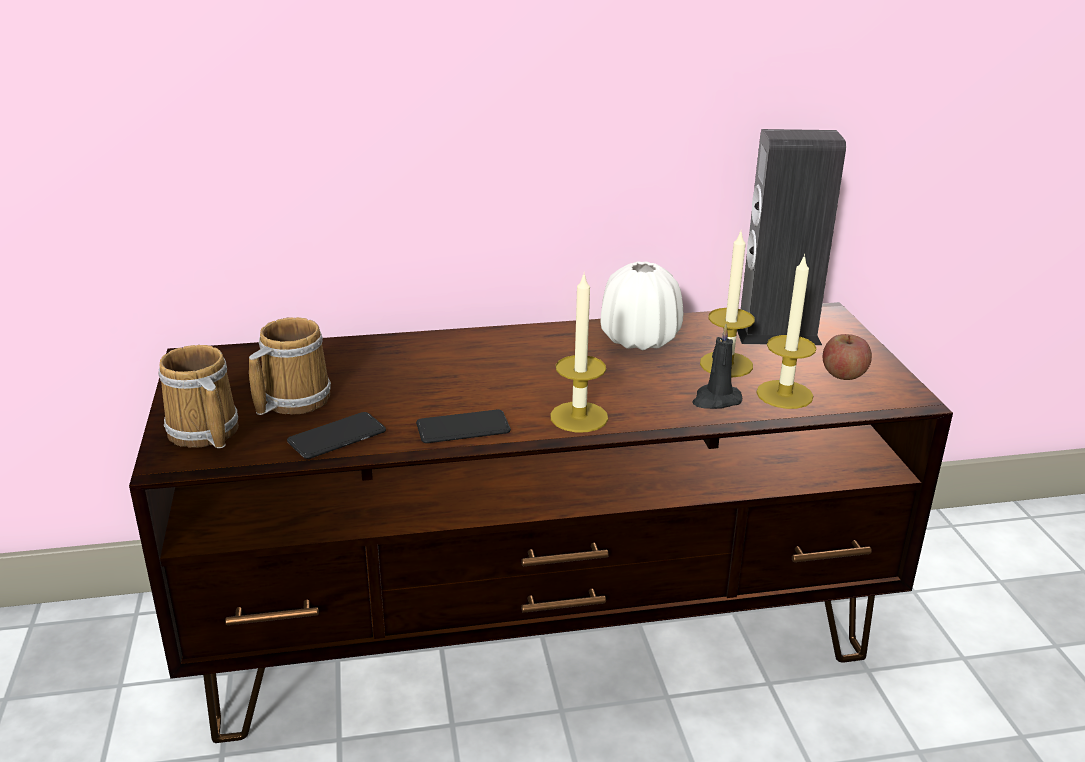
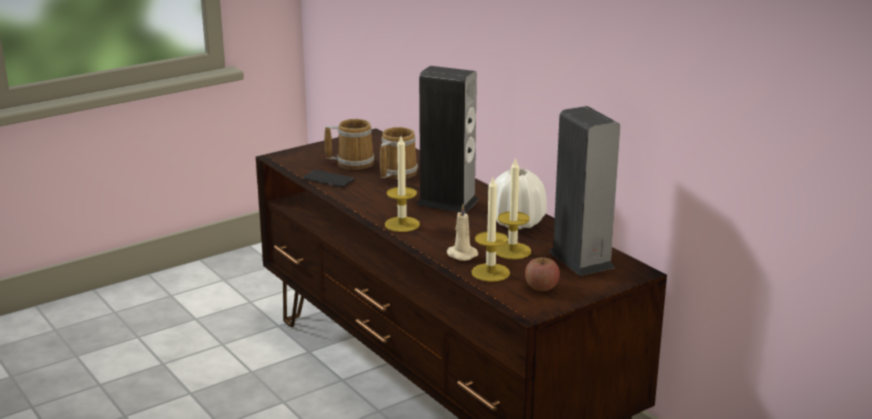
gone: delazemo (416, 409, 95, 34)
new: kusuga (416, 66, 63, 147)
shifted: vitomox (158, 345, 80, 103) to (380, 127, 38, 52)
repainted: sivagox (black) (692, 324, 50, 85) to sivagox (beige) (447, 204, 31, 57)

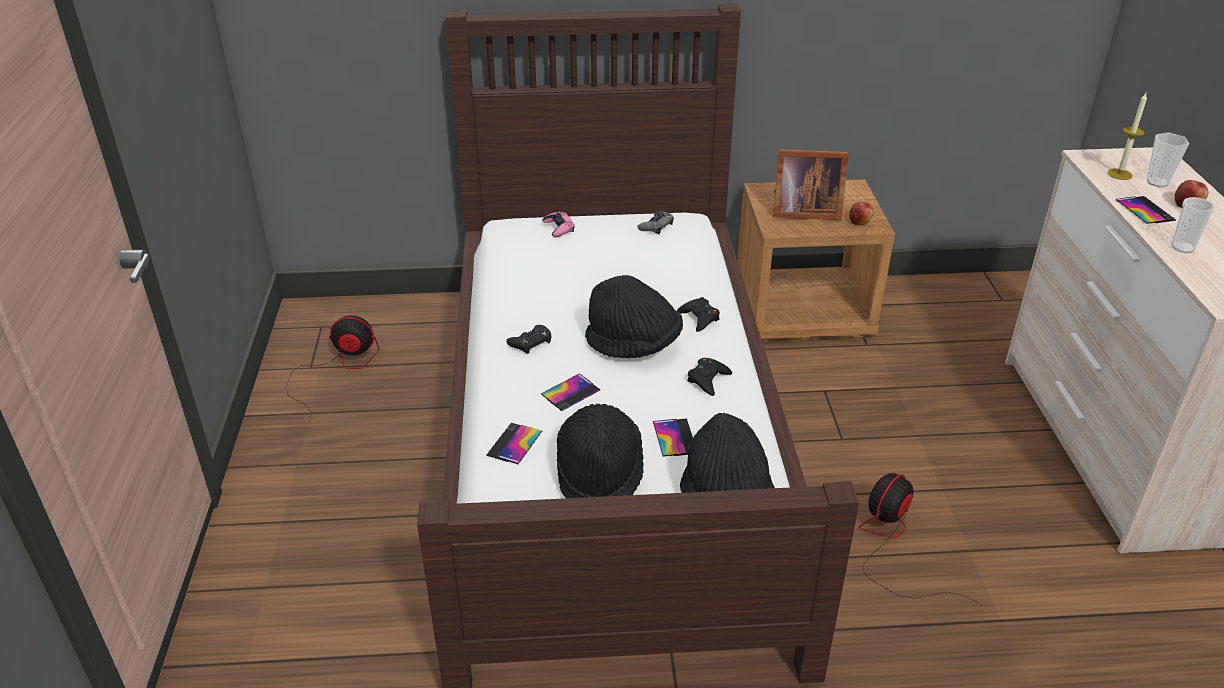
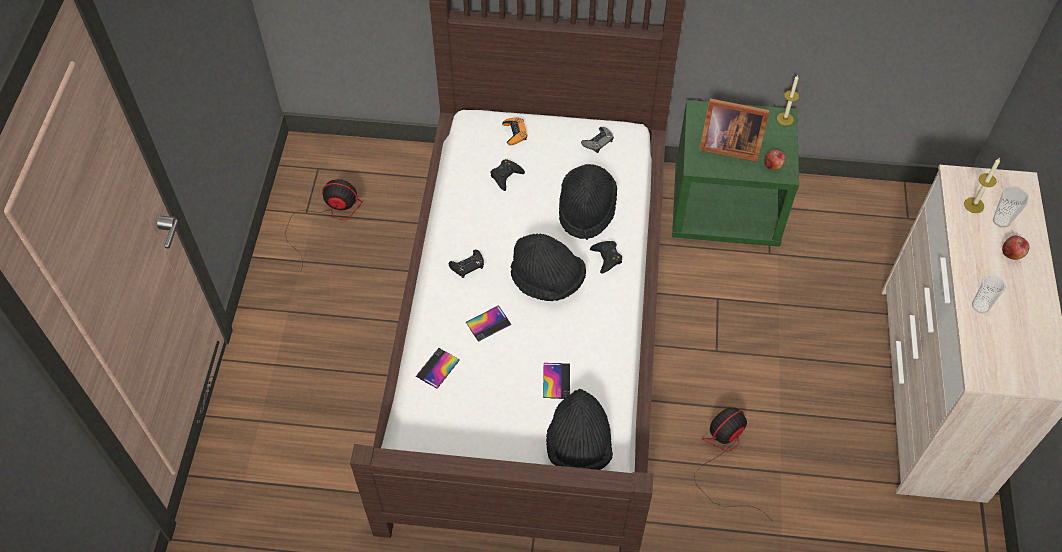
gone: delazemo (1116, 196, 60, 28)
new: sivagox (777, 75, 22, 51)
shifted: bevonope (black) (687, 358, 45, 38) to (490, 159, 35, 32); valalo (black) (557, 404, 87, 94) to (559, 164, 58, 76)
repainted: bevonope (pink) (542, 211, 33, 27) to bevonope (orange) (502, 117, 25, 28); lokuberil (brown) (737, 179, 158, 162) to lokuberil (green) (672, 100, 127, 147)

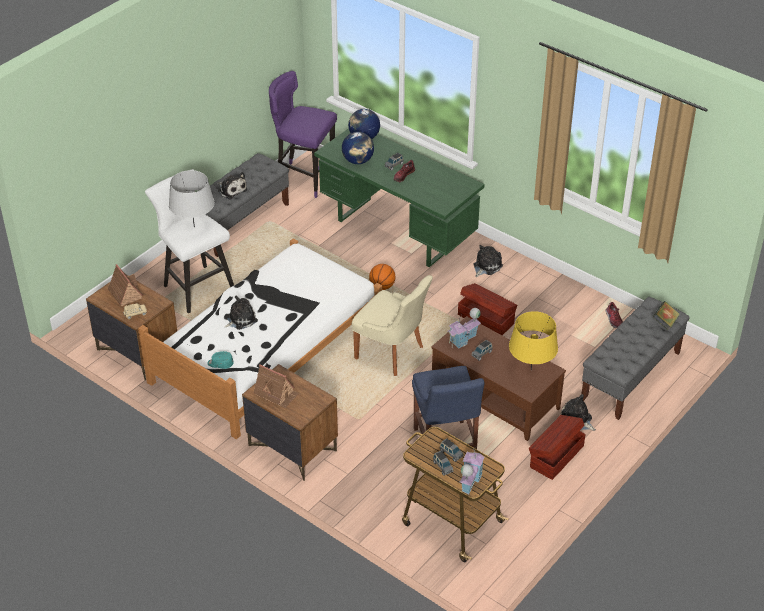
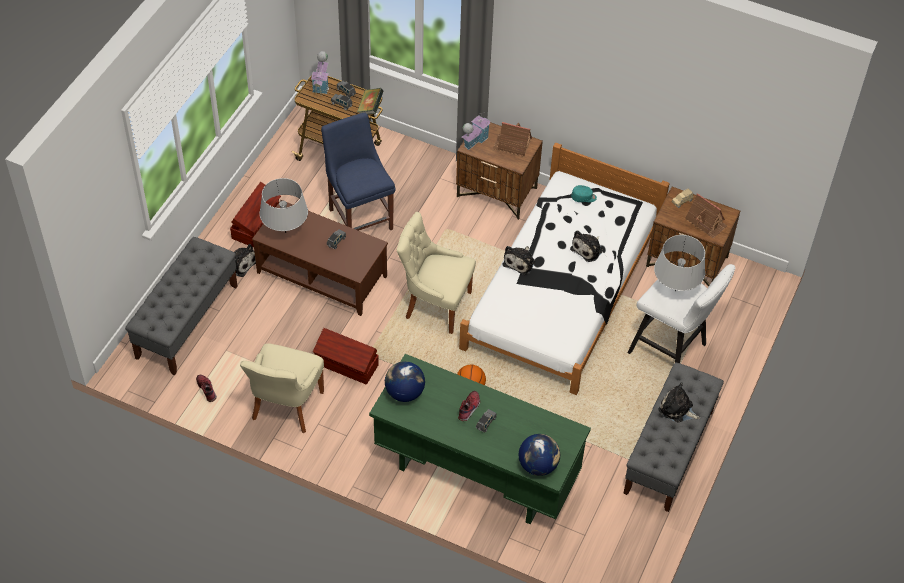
gone: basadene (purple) (269, 71, 68, 127)
new: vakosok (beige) (240, 344, 84, 89)
shifted: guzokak (653, 301, 27, 30) to (357, 88, 26, 27); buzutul (342, 132, 32, 32) to (385, 361, 40, 41); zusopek (447, 308, 34, 41) to (462, 113, 29, 37); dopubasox (473, 245, 30, 32) to (503, 246, 32, 29)
repainted: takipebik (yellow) (509, 311, 49, 59) to takipebik (grey) (260, 178, 48, 55)

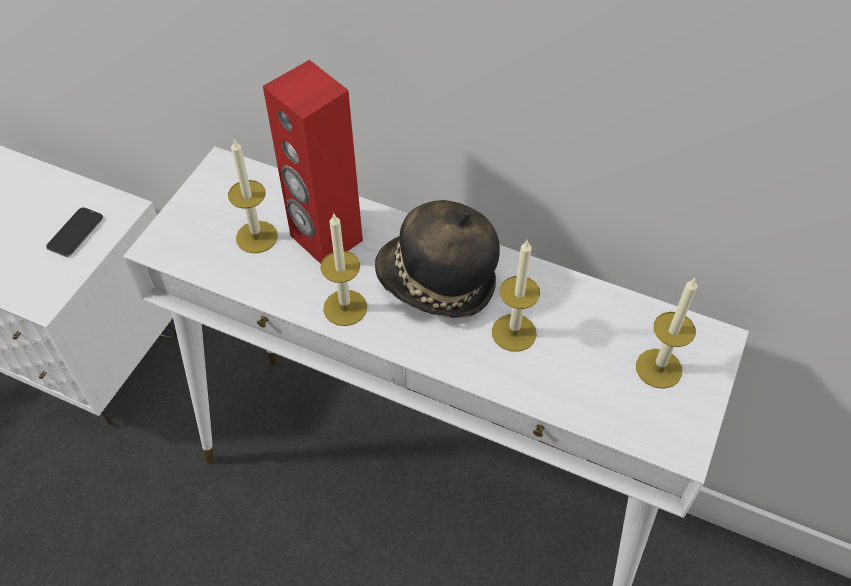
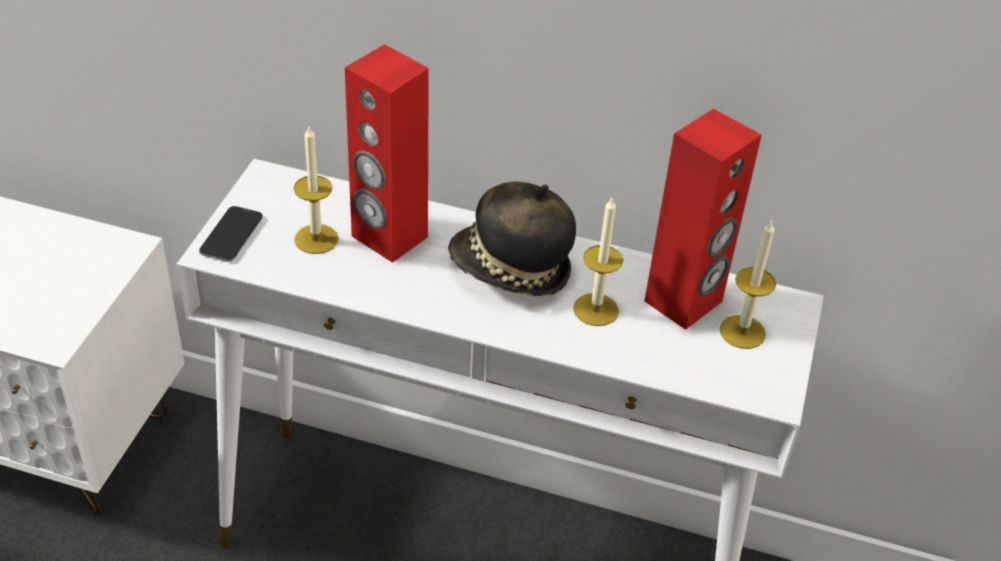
gone: sivagox (320, 214, 47, 112)
new: kusuga (red) (644, 109, 118, 221)
shifted: delazemo (46, 208, 57, 49) to (199, 206, 64, 56)

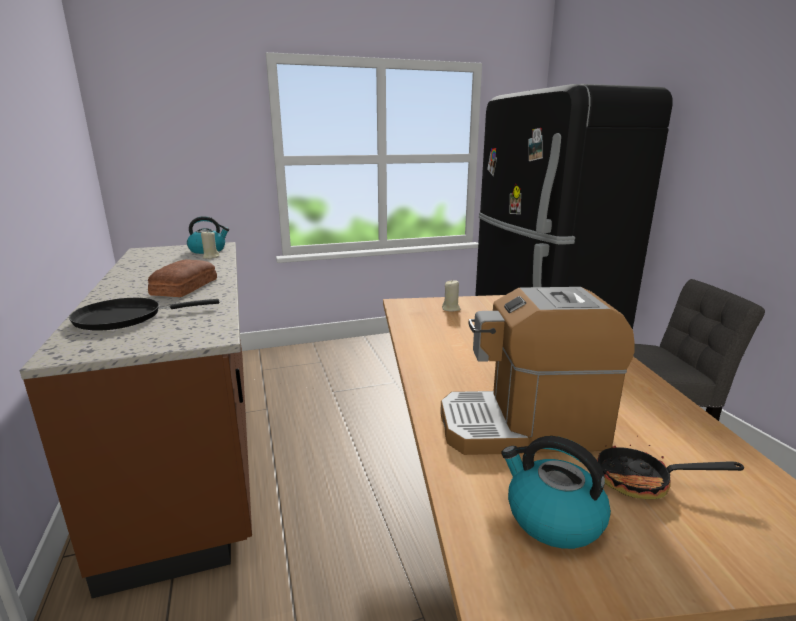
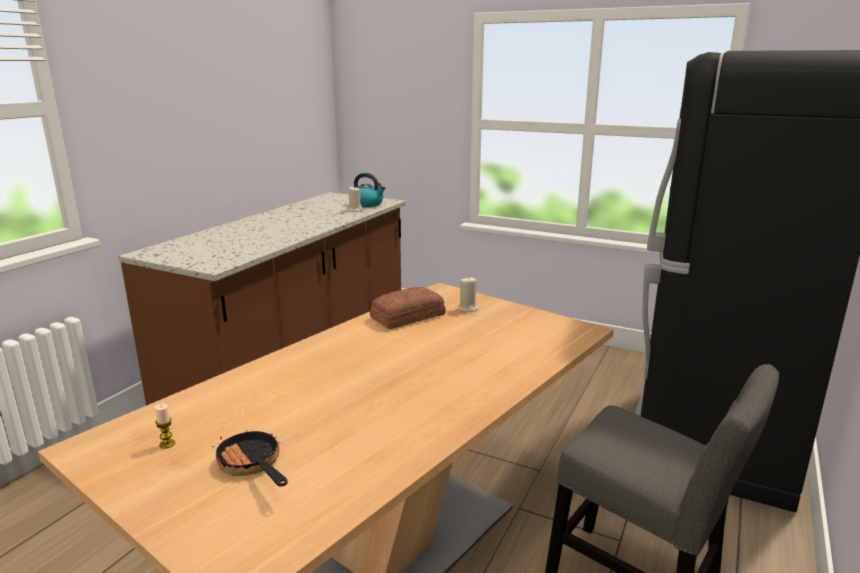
gone: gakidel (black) (69, 298, 150, 33); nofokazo (440, 287, 195, 168)
shifted: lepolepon (148, 259, 69, 38) to (370, 287, 76, 42)
swapped: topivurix (501, 436, 110, 113) to sivagox (155, 404, 20, 45)

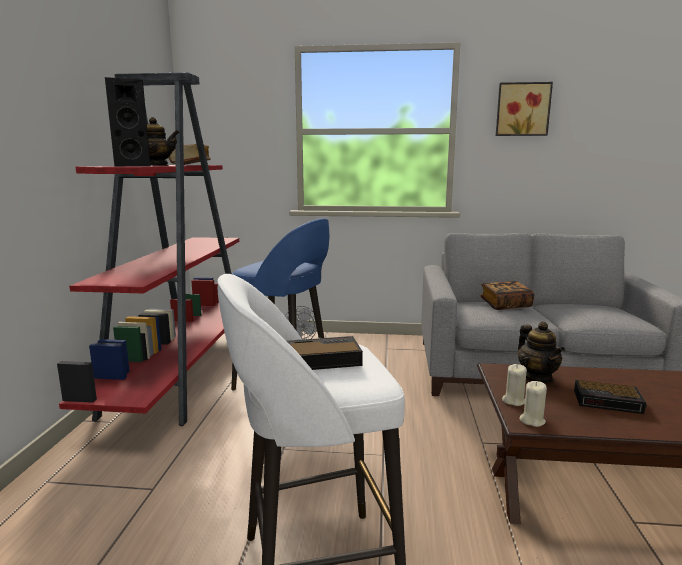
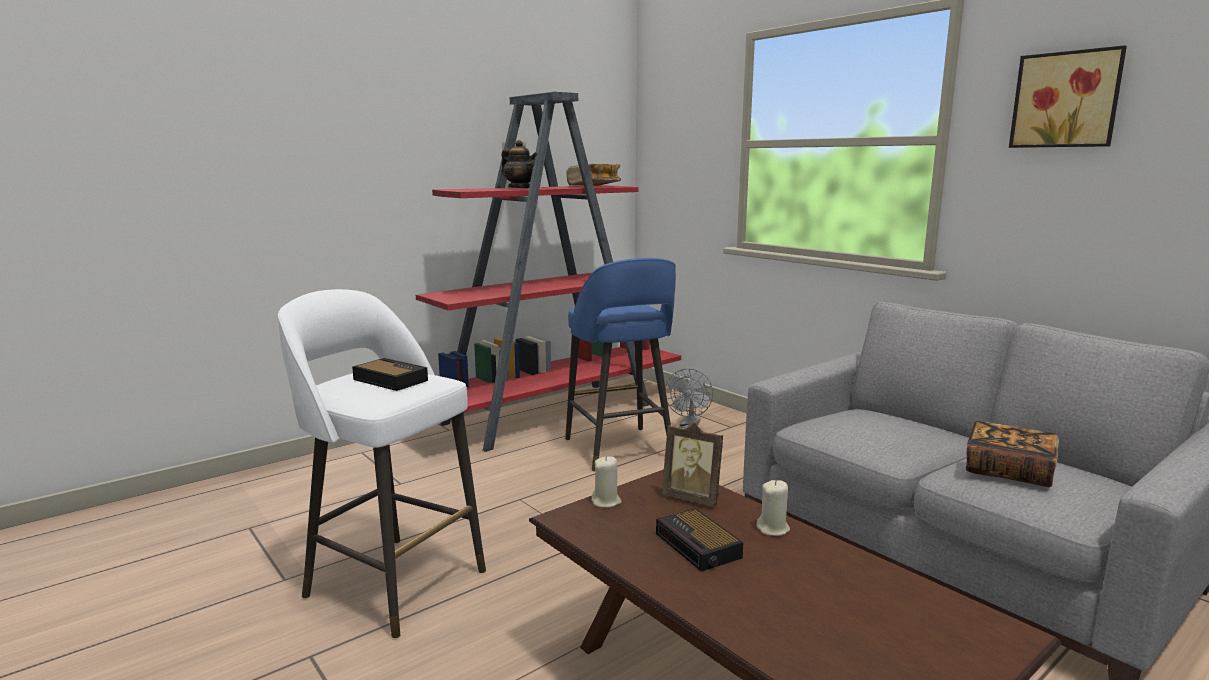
gone: kusuga (black) (104, 77, 46, 90)
shifted: sivagox (beige) (520, 381, 27, 46) to (756, 480, 34, 56); guzokak (480, 281, 54, 29) to (966, 421, 93, 66)
swapped: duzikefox (518, 321, 47, 62) to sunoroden (662, 422, 61, 85)

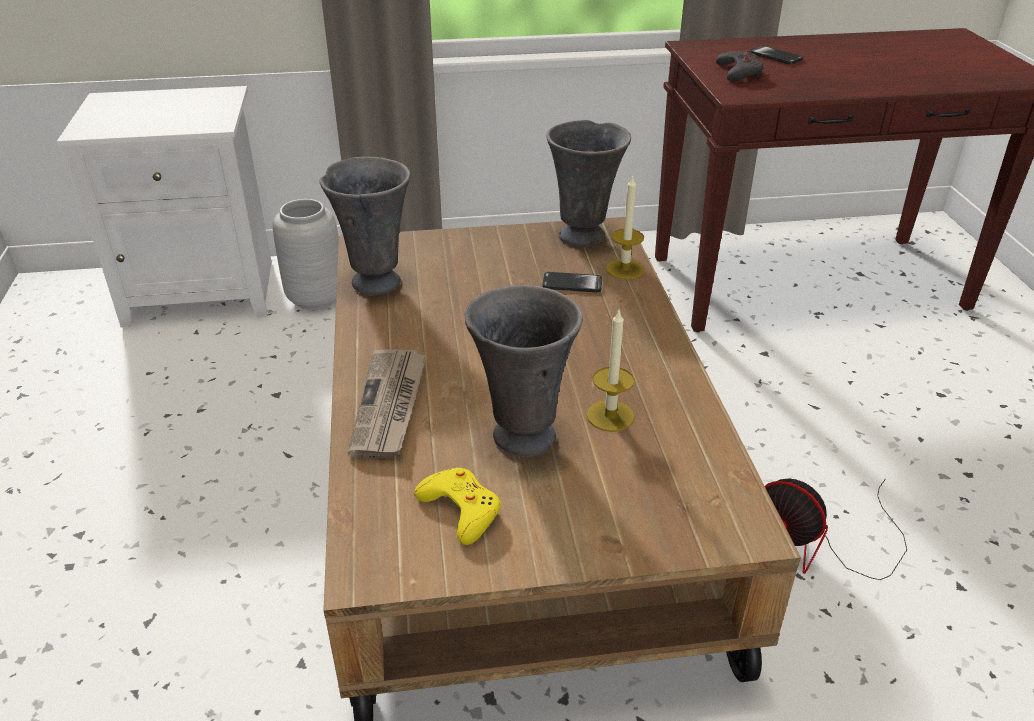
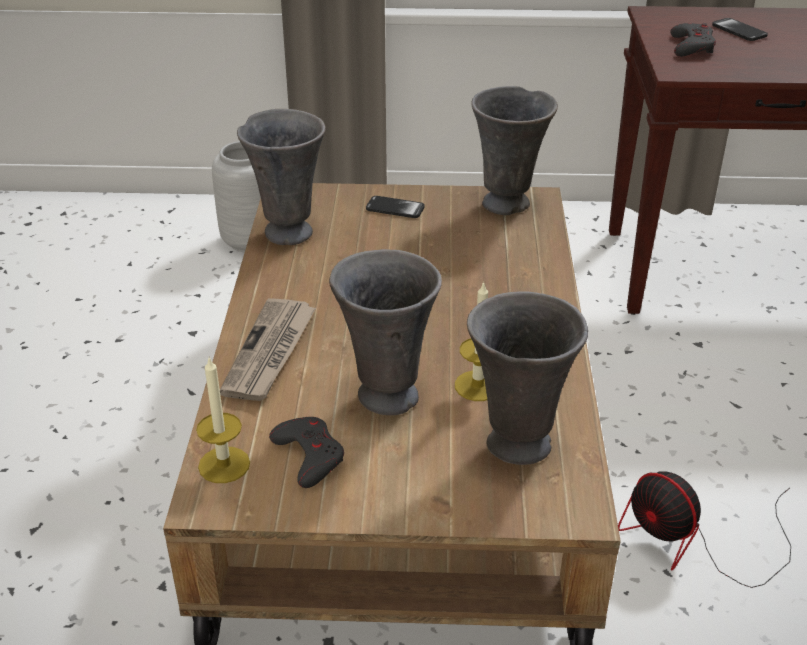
gone: lokuberil (white) (57, 86, 215, 242)
new: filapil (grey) (467, 292, 121, 173)
shifted: sivagox (606, 176, 38, 103) to (196, 357, 54, 126); delazemo (542, 272, 60, 20) to (366, 196, 59, 22)
repainted: bevonope (yellow) (414, 468, 86, 77) to bevonope (grey) (269, 417, 75, 71)

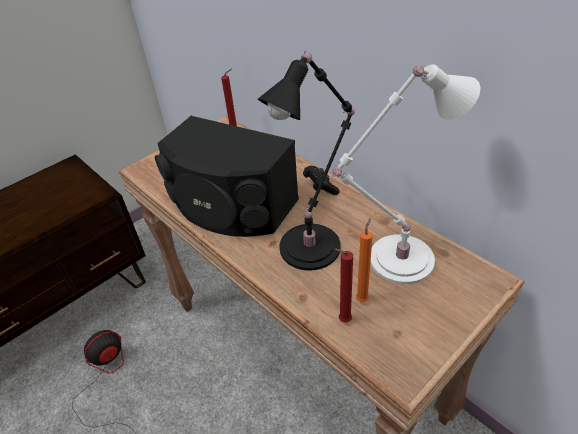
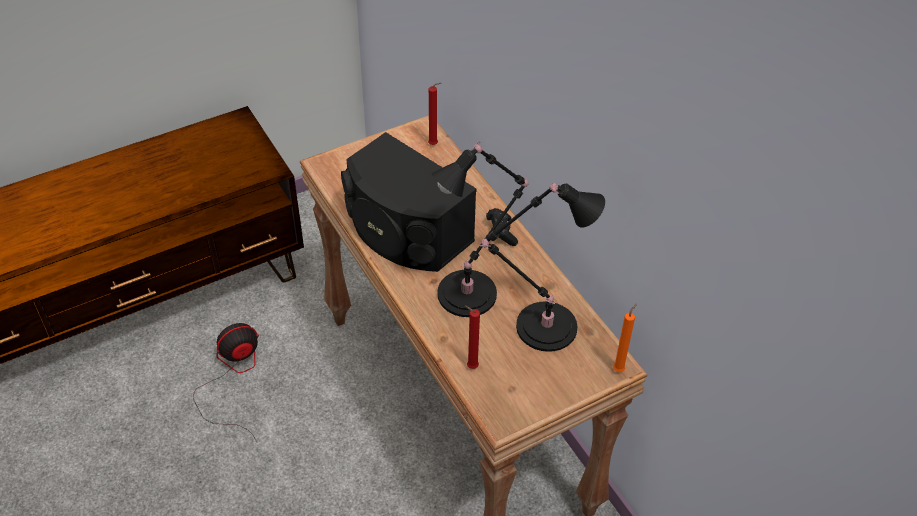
shifted: sivagox (orange) (356, 218, 17, 84) to (613, 303, 24, 69)
repainted: takipebik (white) (332, 64, 148, 220) to takipebik (black) (480, 183, 125, 169)

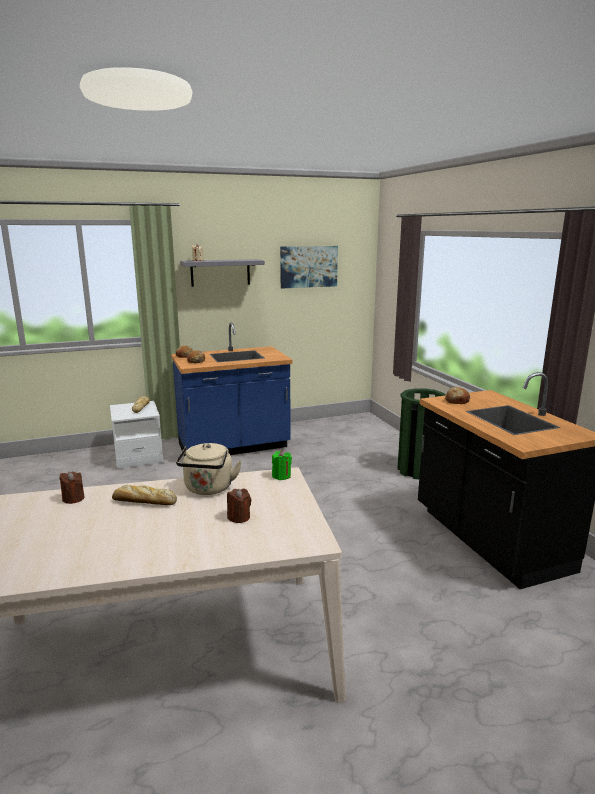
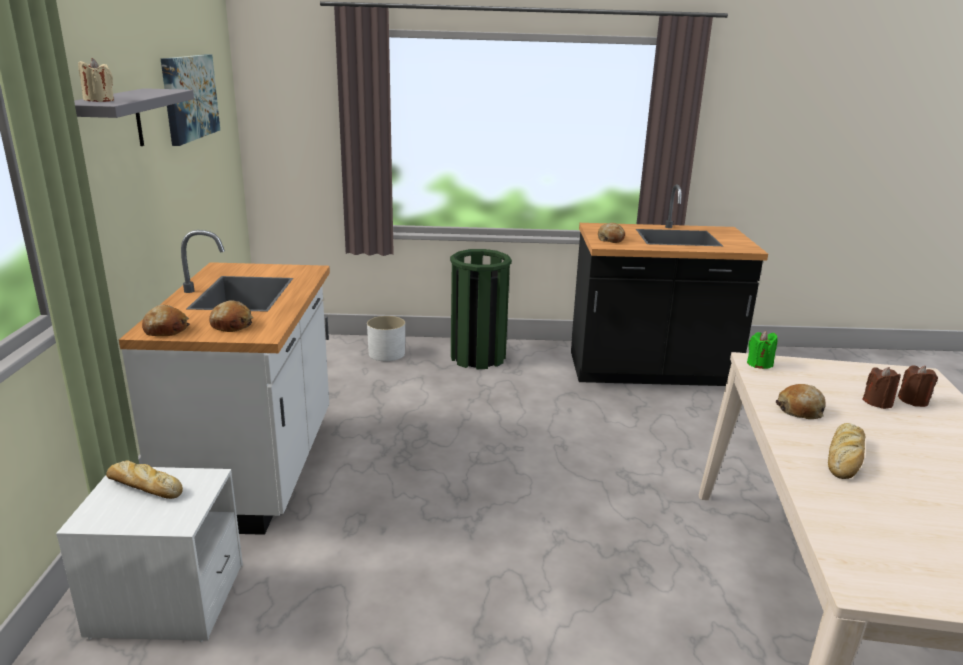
new: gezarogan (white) (367, 316, 38, 45)
shifted: sivagox (brown) (59, 472, 25, 32) to (898, 365, 40, 42)
swapped: topivurix (beige) (176, 443, 66, 52) to lepolepon (776, 384, 50, 35)
repainted: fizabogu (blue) (171, 323, 121, 134) to fizabogu (white) (119, 230, 211, 305)

